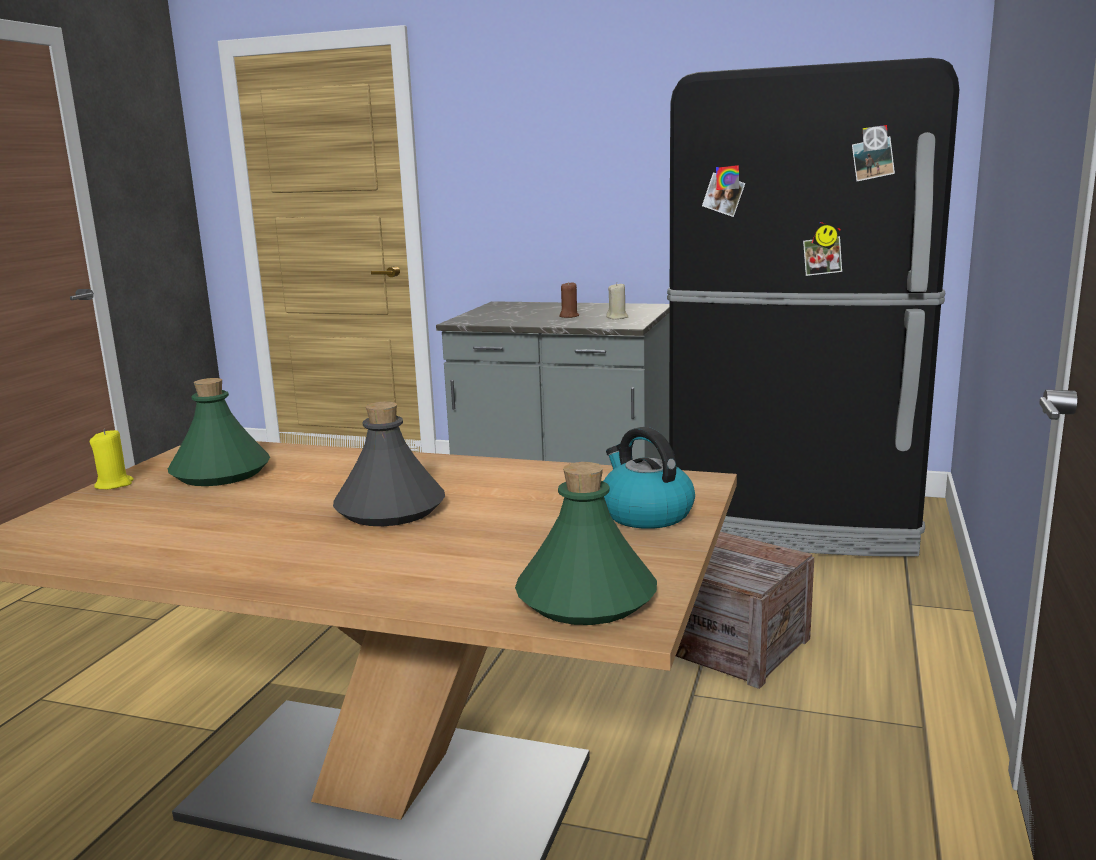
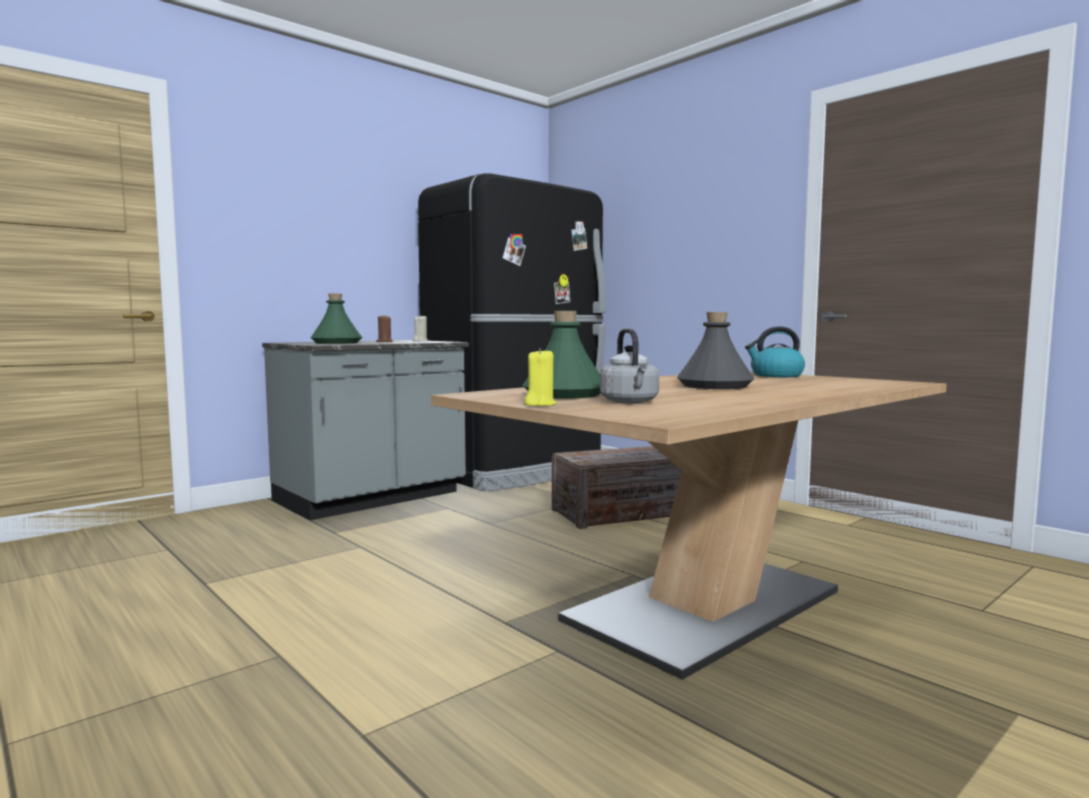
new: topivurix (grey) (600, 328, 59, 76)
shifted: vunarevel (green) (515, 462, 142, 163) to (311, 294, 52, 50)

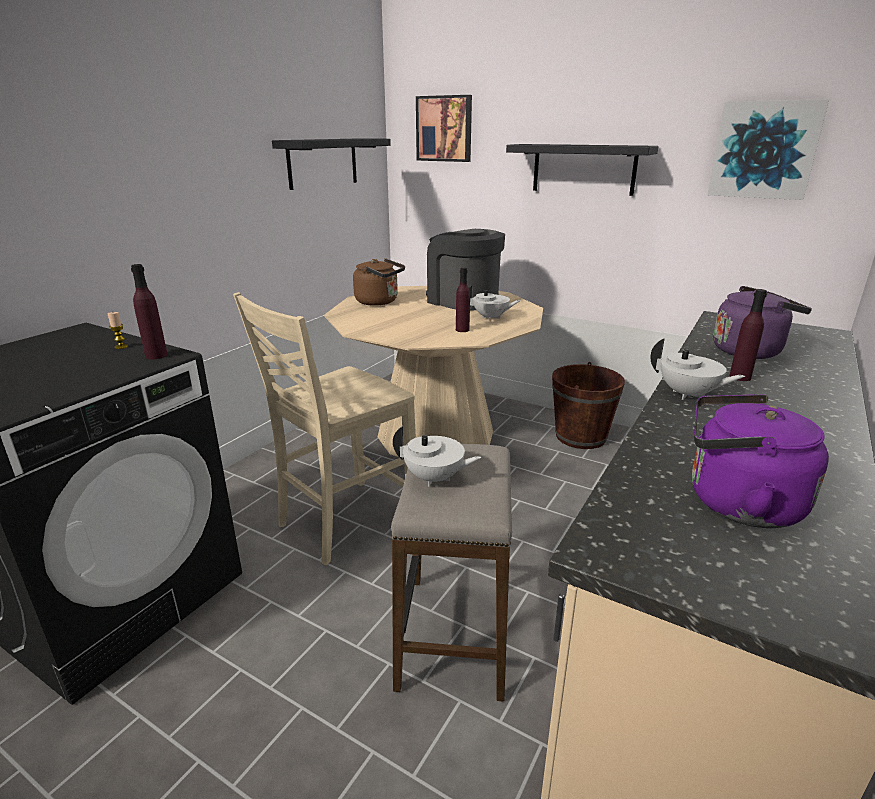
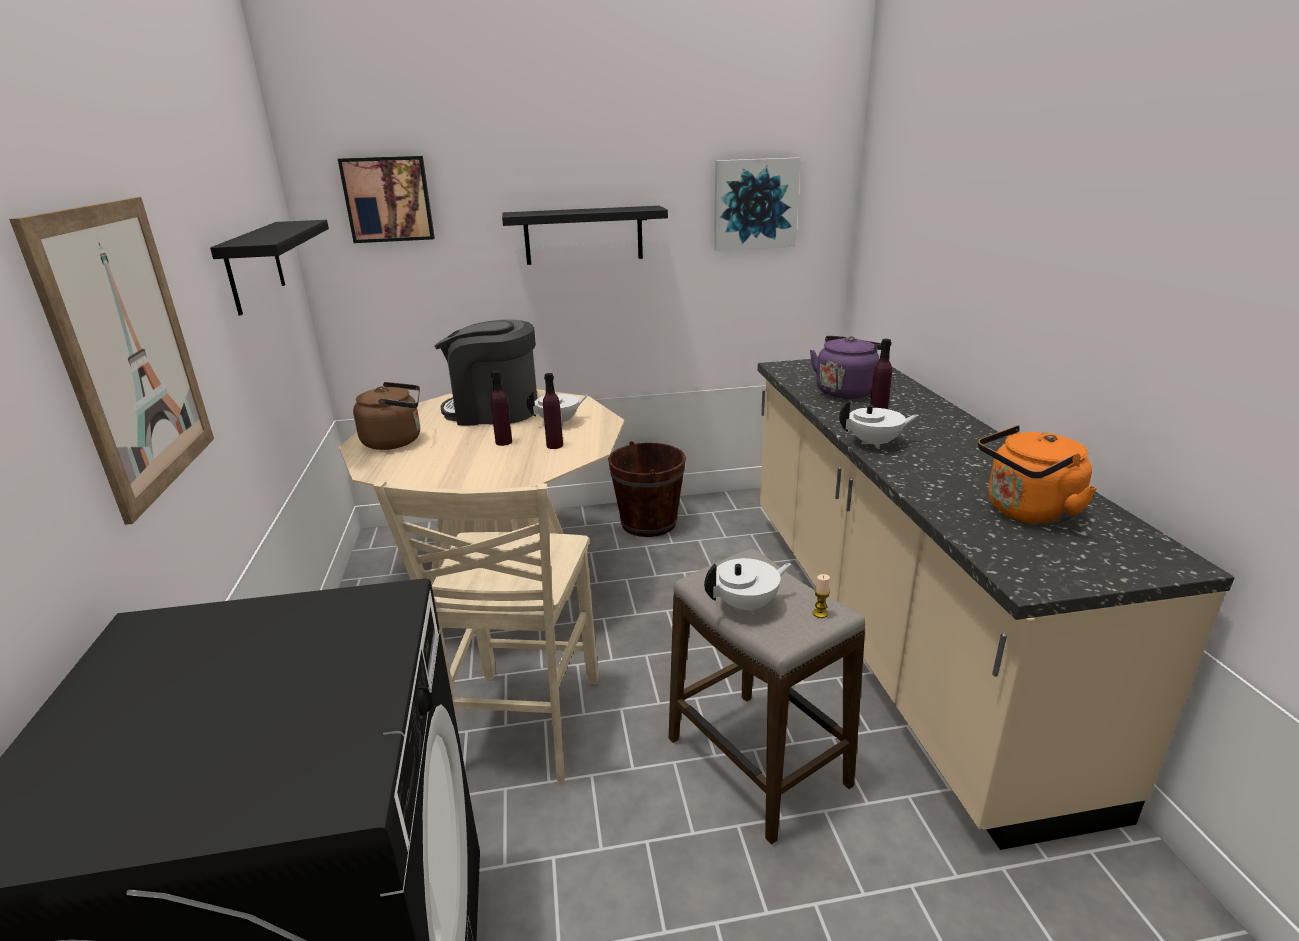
new: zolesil (9, 197, 205, 328)
shifted: vunarevel (purple) (131, 264, 37, 95) to (491, 371, 21, 75); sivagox (107, 312, 21, 37) to (813, 574, 17, 44)
repainted: topivurix (purple) (692, 394, 137, 134) to topivurix (orange) (978, 425, 119, 100)

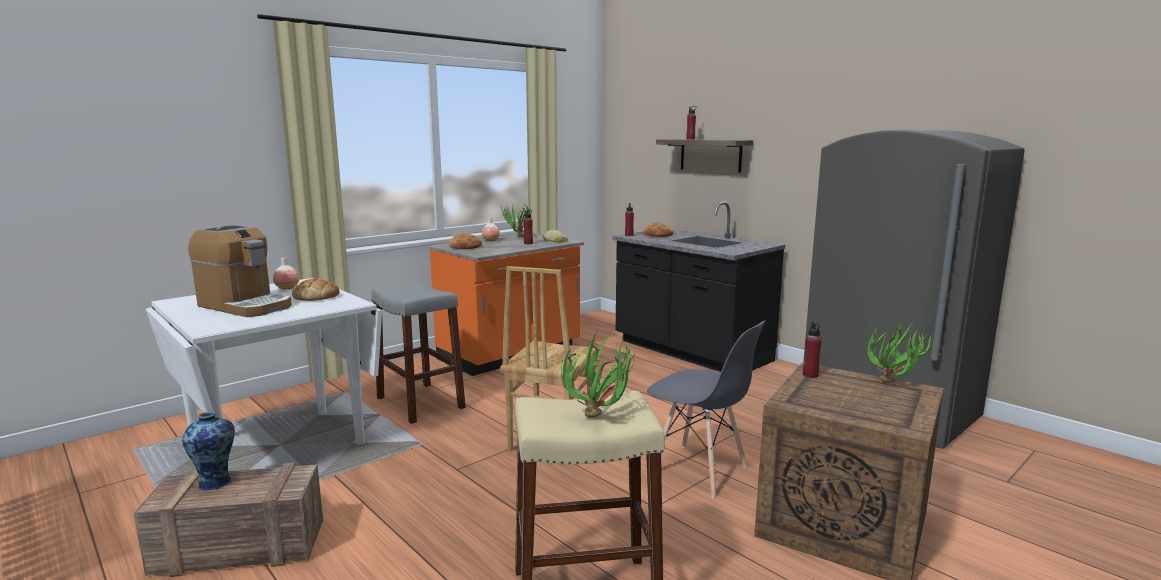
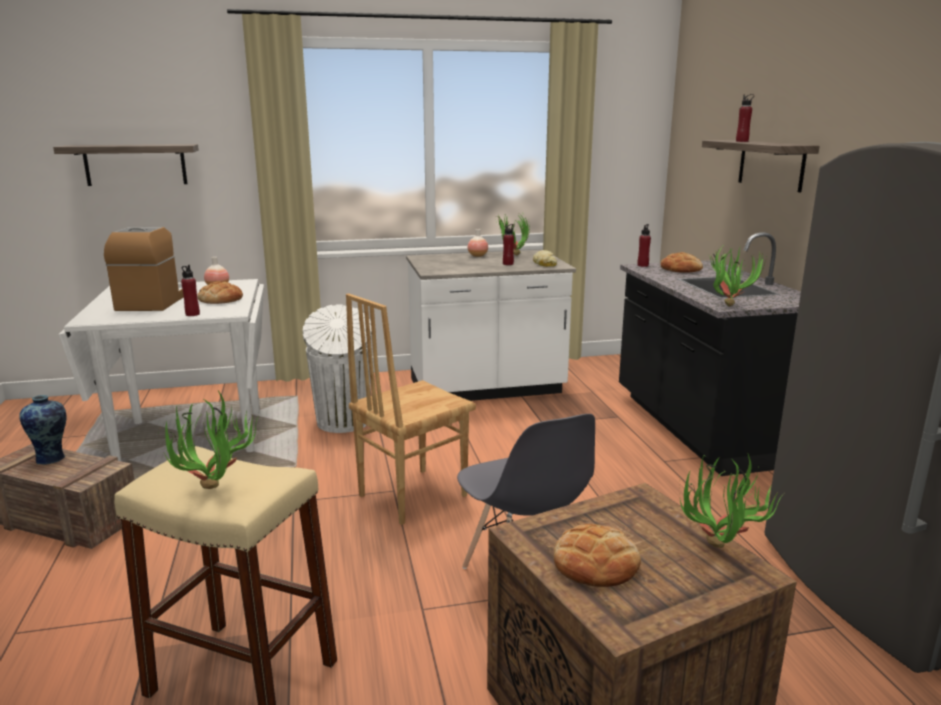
new: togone (53, 144, 146, 42); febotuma (708, 244, 59, 62)
shifted: vunarevel (red) (803, 322, 19, 56) to (181, 265, 19, 51); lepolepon (449, 233, 33, 16) to (554, 524, 87, 63)
swapped: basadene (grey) (372, 281, 94, 143) to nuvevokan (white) (303, 304, 69, 129)
repainted: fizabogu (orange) (429, 233, 155, 143) to fizabogu (white) (406, 250, 170, 151)
rotated: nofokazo (188, 225, 104, 92) = (104, 227, 80, 84) 150 degrees counterclockwise

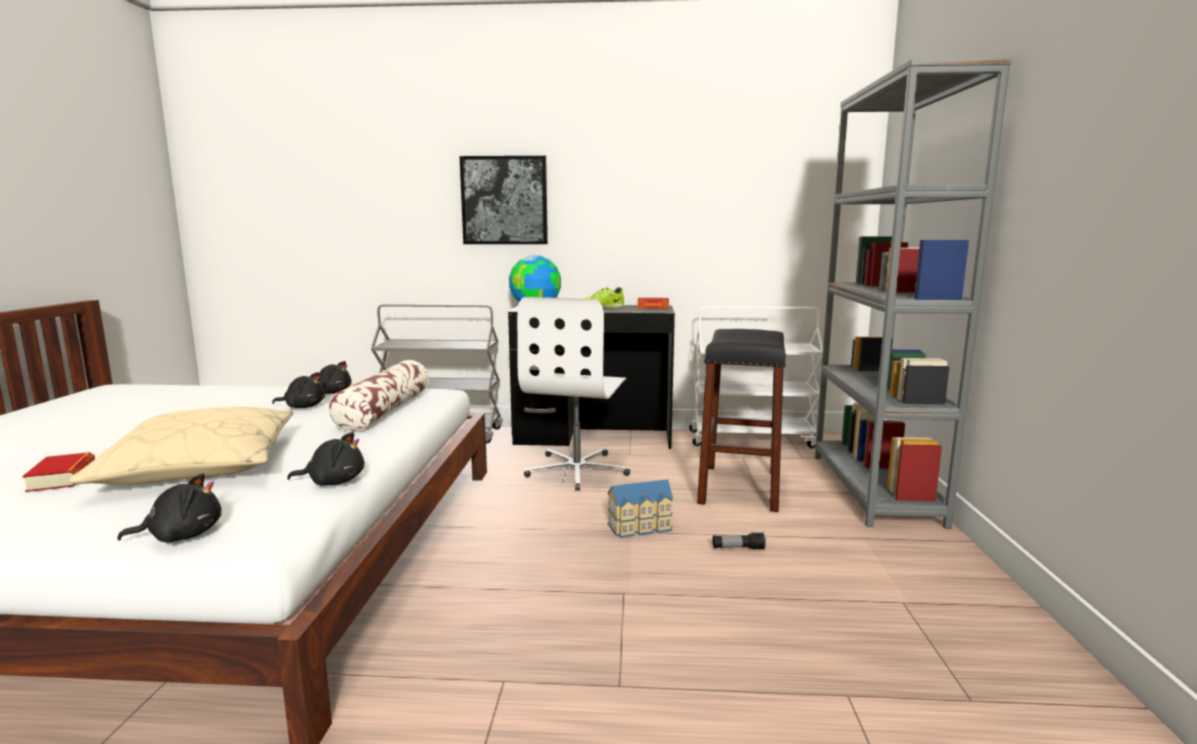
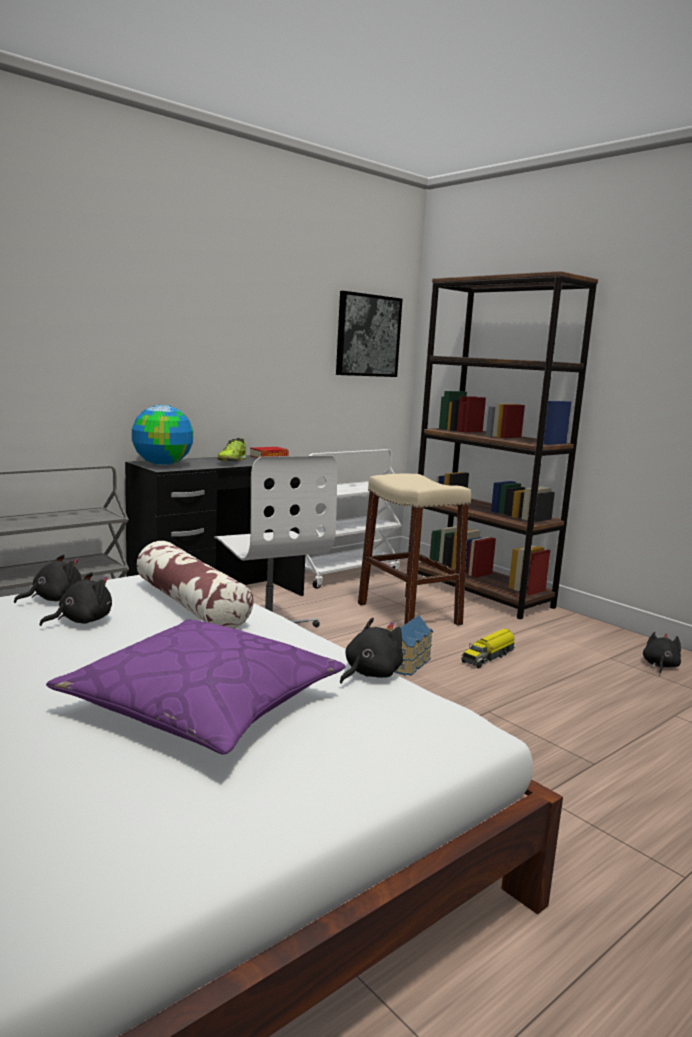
gone: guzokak (22, 452, 73, 40)
shifted: zolesil (460, 156, 88, 88) to (336, 291, 67, 86); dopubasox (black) (117, 473, 105, 70) to (643, 632, 38, 42)
swapped: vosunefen (712, 532, 54, 17) to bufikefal (461, 628, 54, 40)
repainted: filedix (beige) (68, 407, 225, 78) to filedix (purple) (46, 619, 299, 136); basadene (black) (697, 329, 89, 183) to basadene (beige) (358, 473, 113, 153); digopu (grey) (815, 58, 197, 471) to digopu (brown) (418, 271, 180, 348)

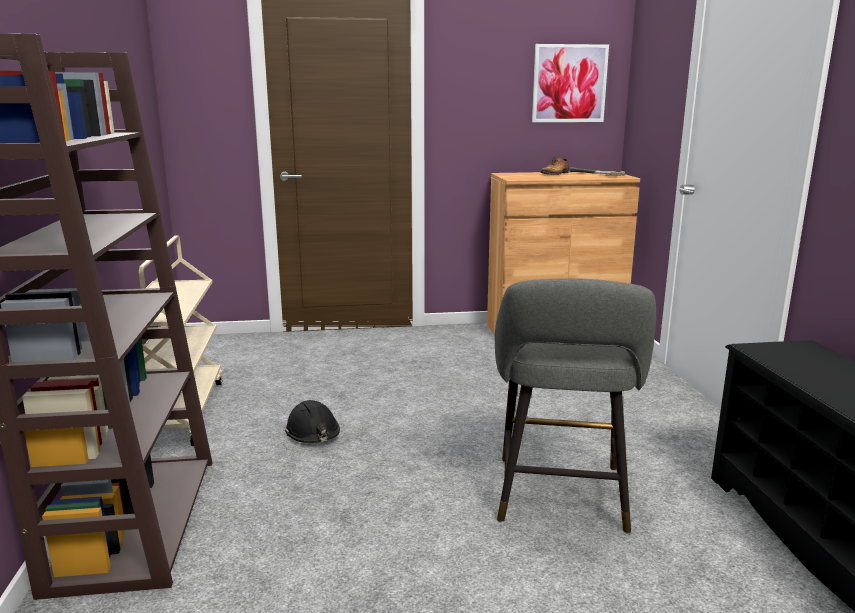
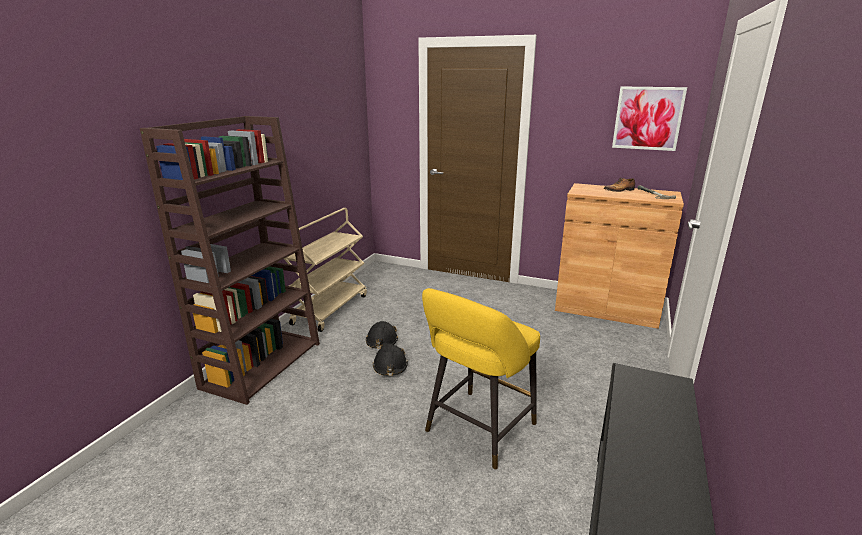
new: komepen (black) (373, 344, 35, 32)
repainted: basadene (grey) (495, 278, 161, 255) to basadene (yellow) (422, 288, 118, 182)

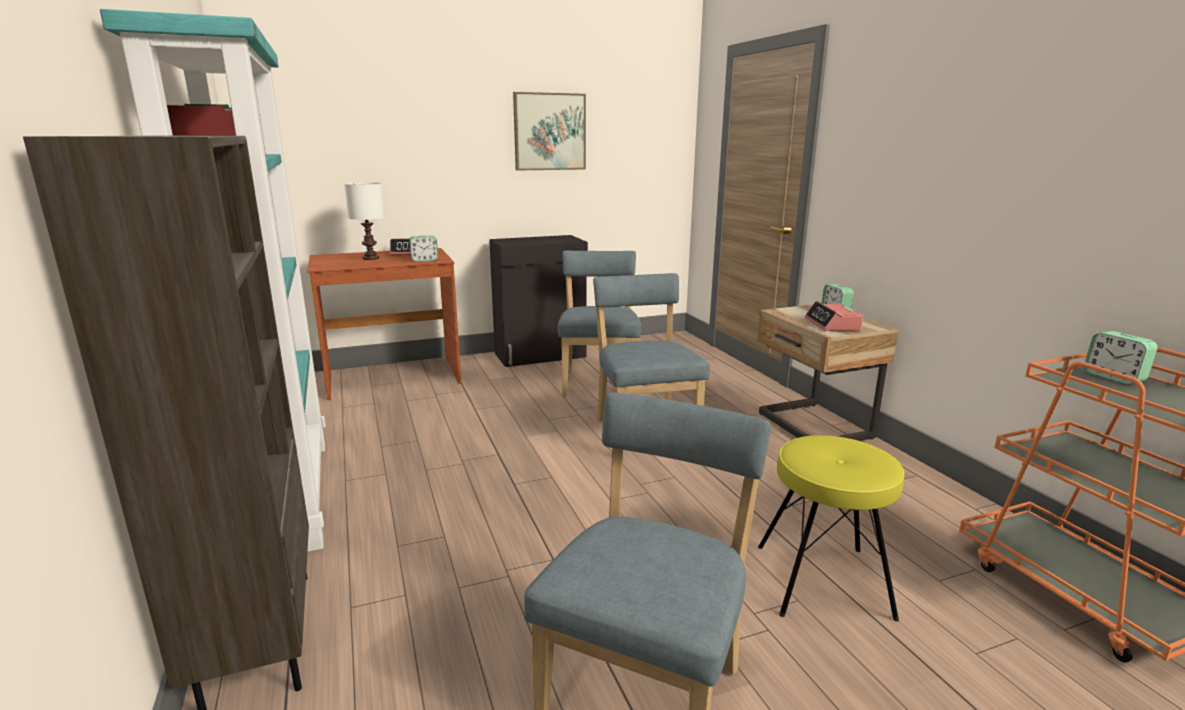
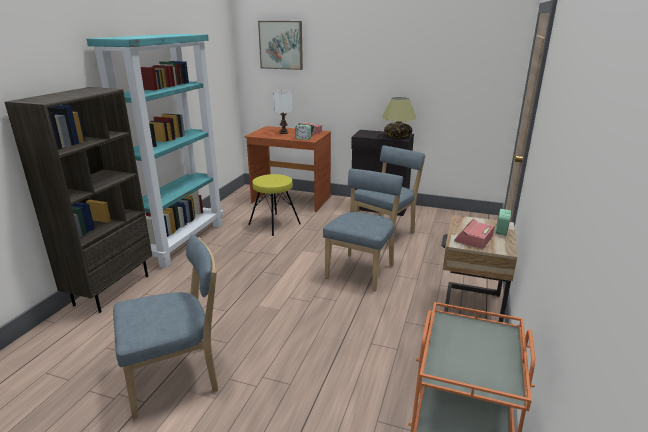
gone: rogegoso (1084, 331, 74, 53)
new: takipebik (381, 97, 36, 41)
shifted: basadene (yellow) (758, 435, 147, 187) to (248, 174, 53, 62); zolesil (513, 92, 73, 79) to (258, 21, 45, 49)

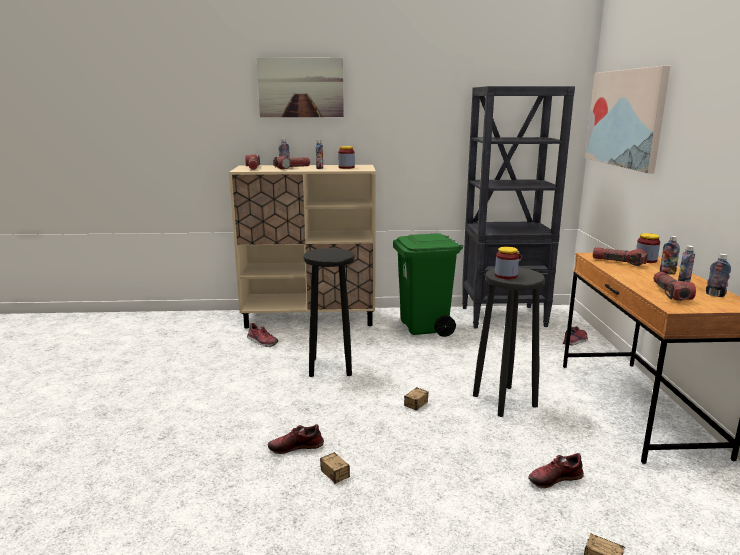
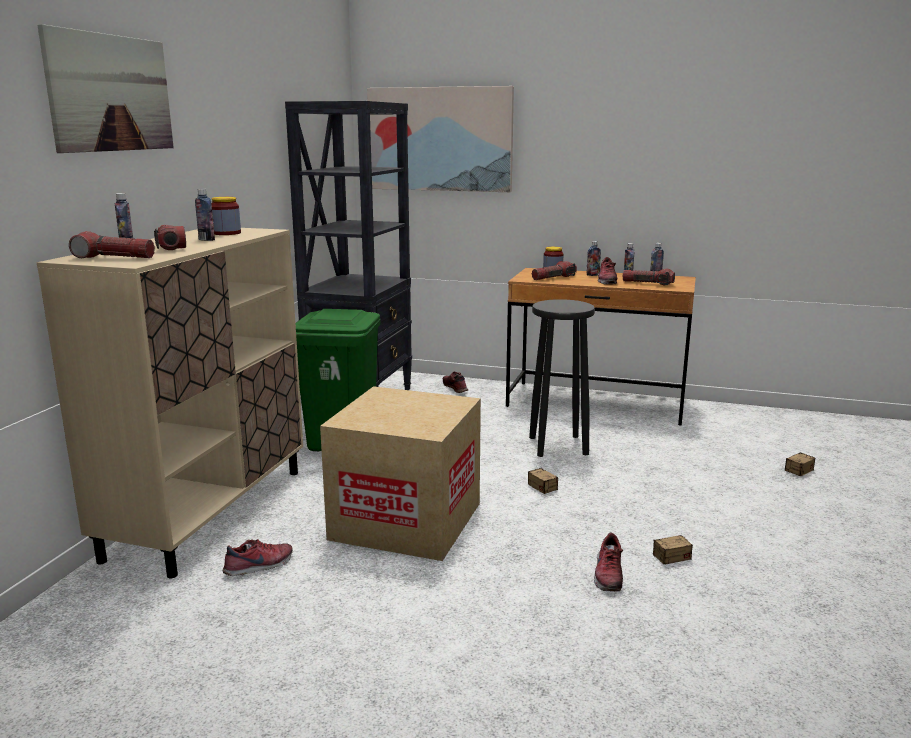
gone: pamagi (495, 247, 24, 32)
shifted: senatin (528, 453, 56, 35) to (598, 257, 19, 28)
swapped: basadene (black) (303, 248, 52, 129) to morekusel (320, 386, 161, 175)

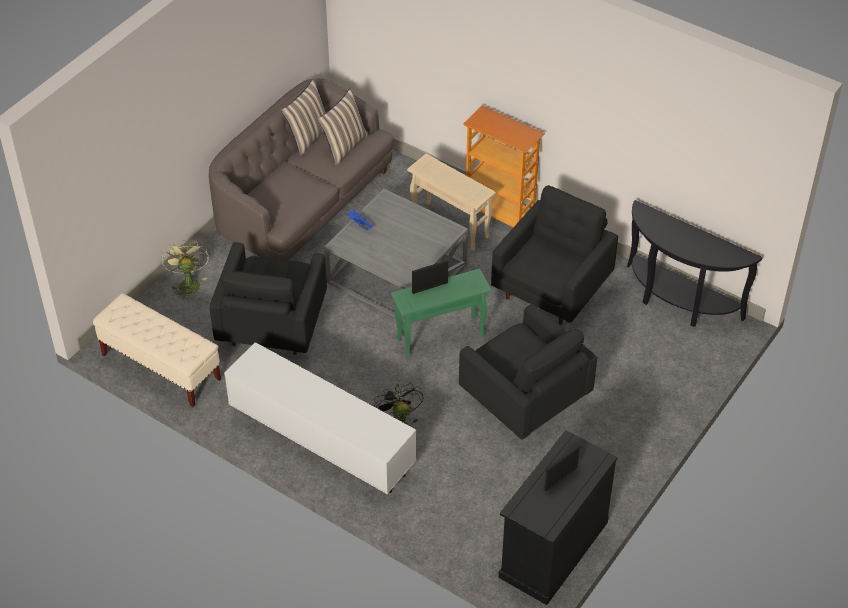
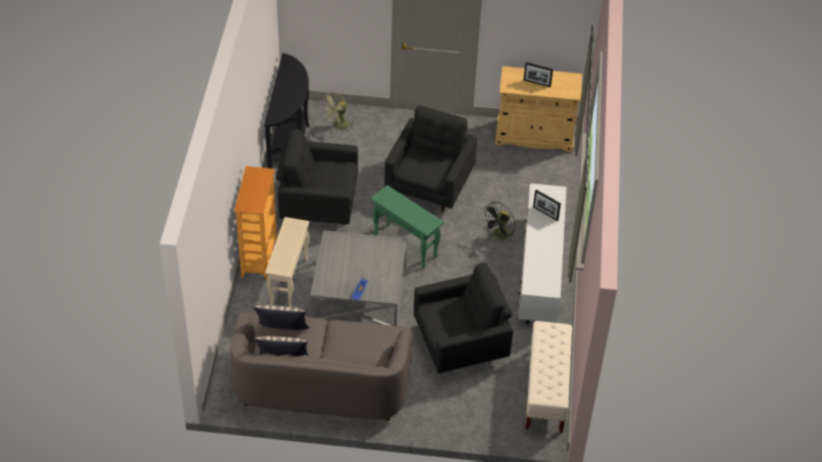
shifted: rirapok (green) (162, 240, 47, 59) to (322, 91, 31, 41); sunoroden (412, 260, 36, 34) to (533, 190, 28, 31)
repainted: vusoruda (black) (499, 430, 119, 175) to vusoruda (beige) (495, 66, 87, 86)

